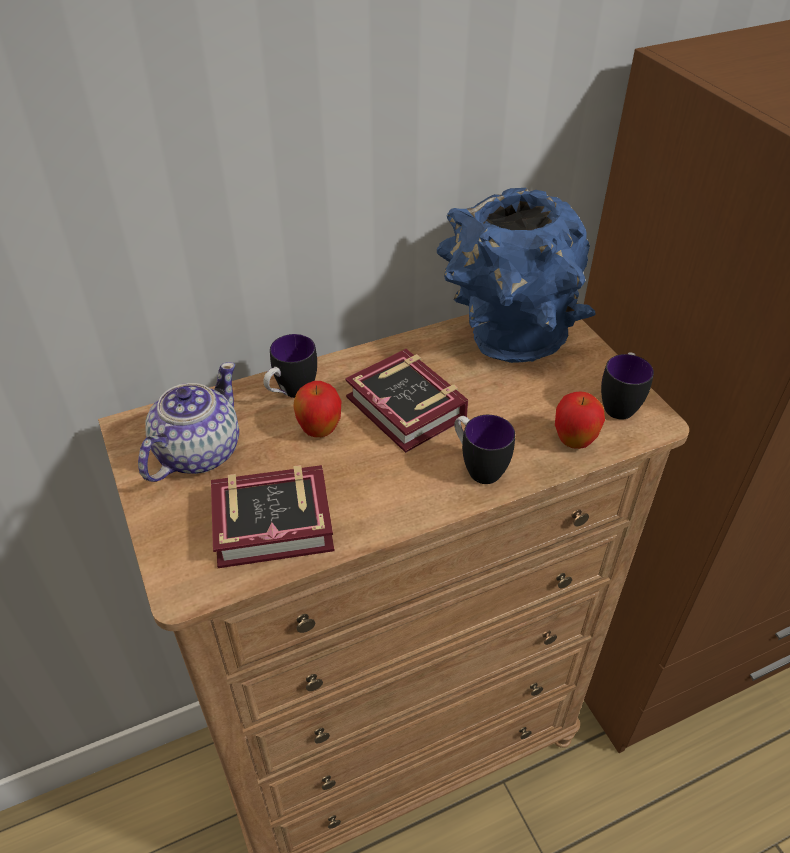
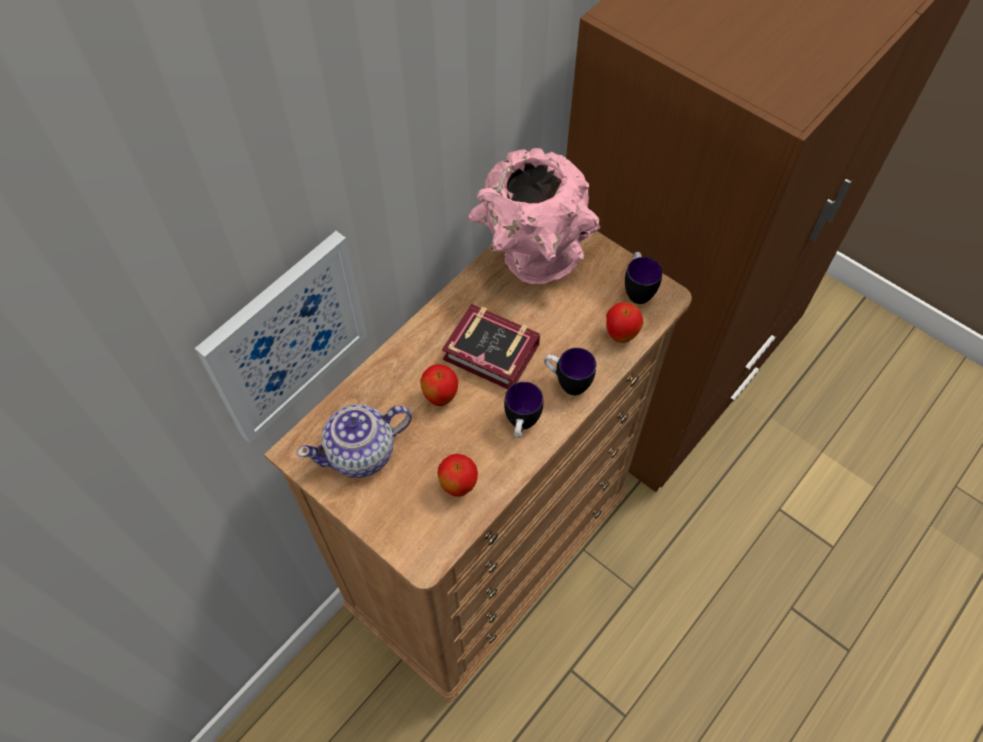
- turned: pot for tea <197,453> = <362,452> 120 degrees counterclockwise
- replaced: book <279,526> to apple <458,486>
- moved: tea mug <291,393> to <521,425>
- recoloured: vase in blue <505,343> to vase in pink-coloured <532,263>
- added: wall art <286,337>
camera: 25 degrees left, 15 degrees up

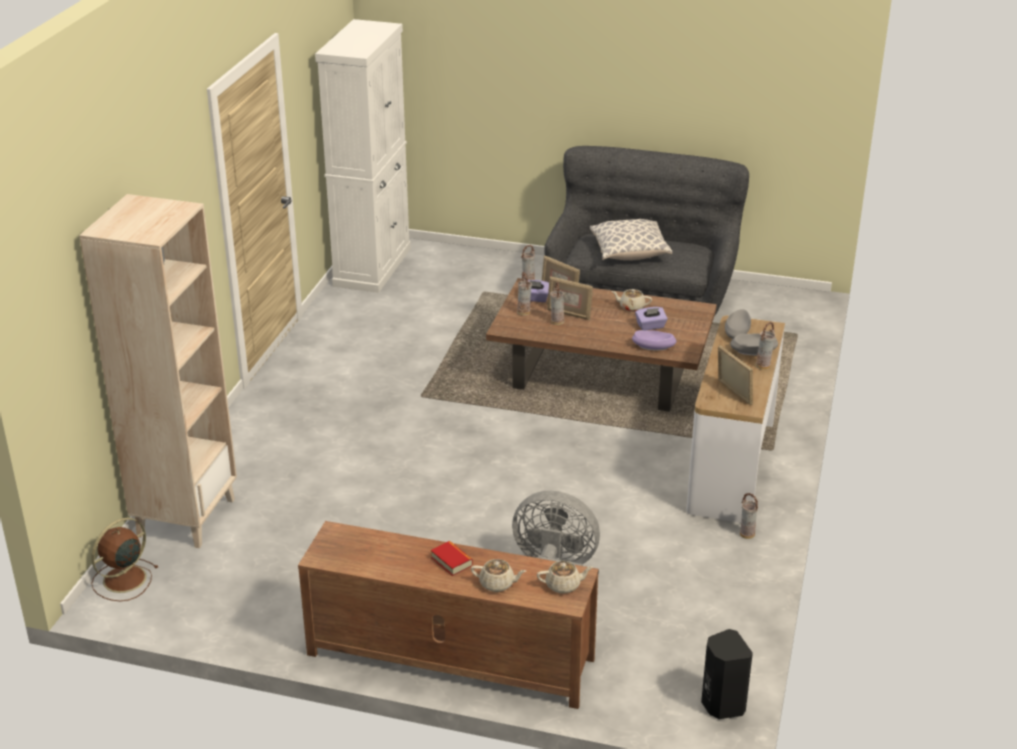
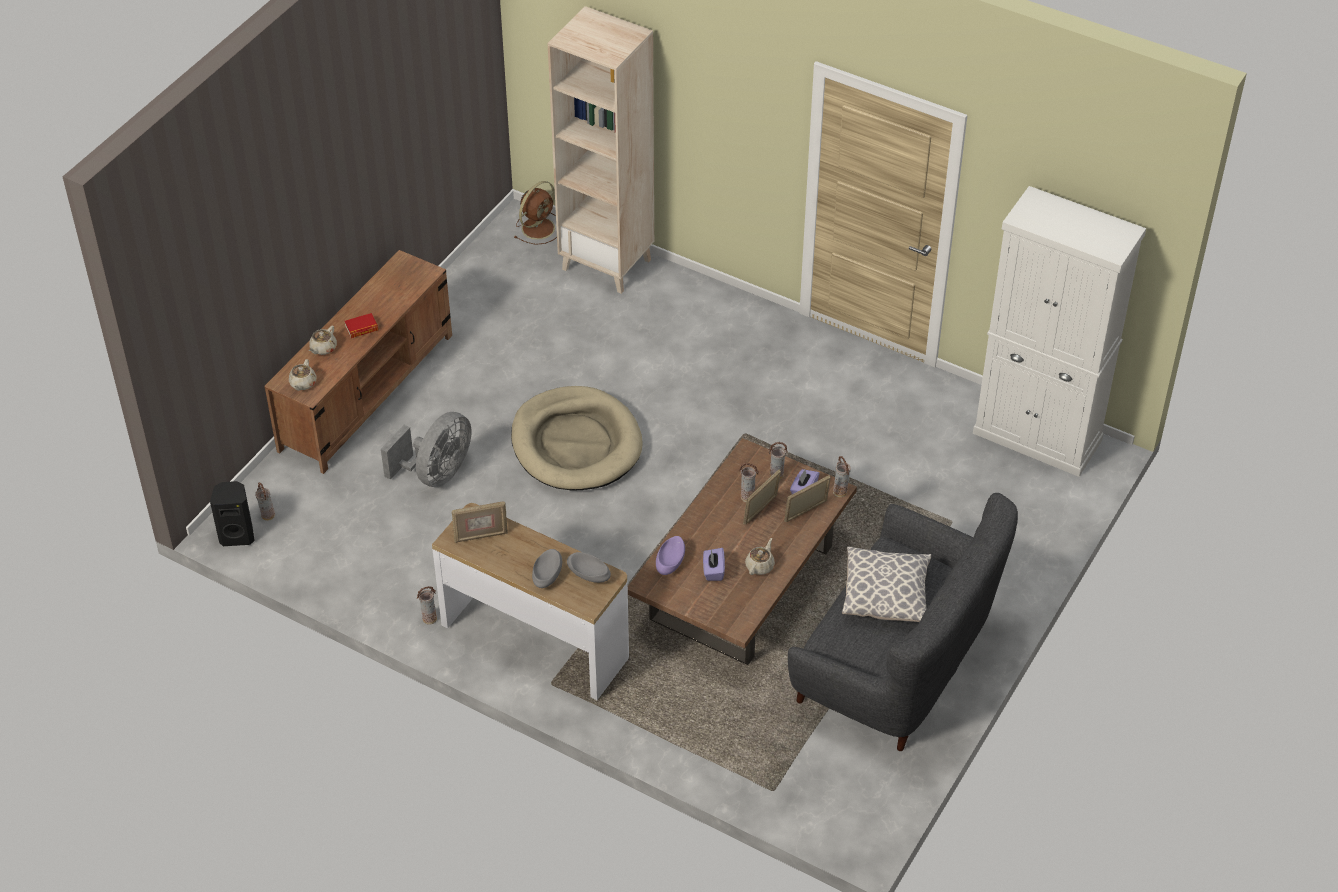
- turned: cooling fan in brownish <123,580> = <539,227> 75 degrees clockwise
- moved: vase <763,366> to <267,516>
- added: dog bed in sand-coloured <576,443>
camera: 105 degrees right, 15 degrees up

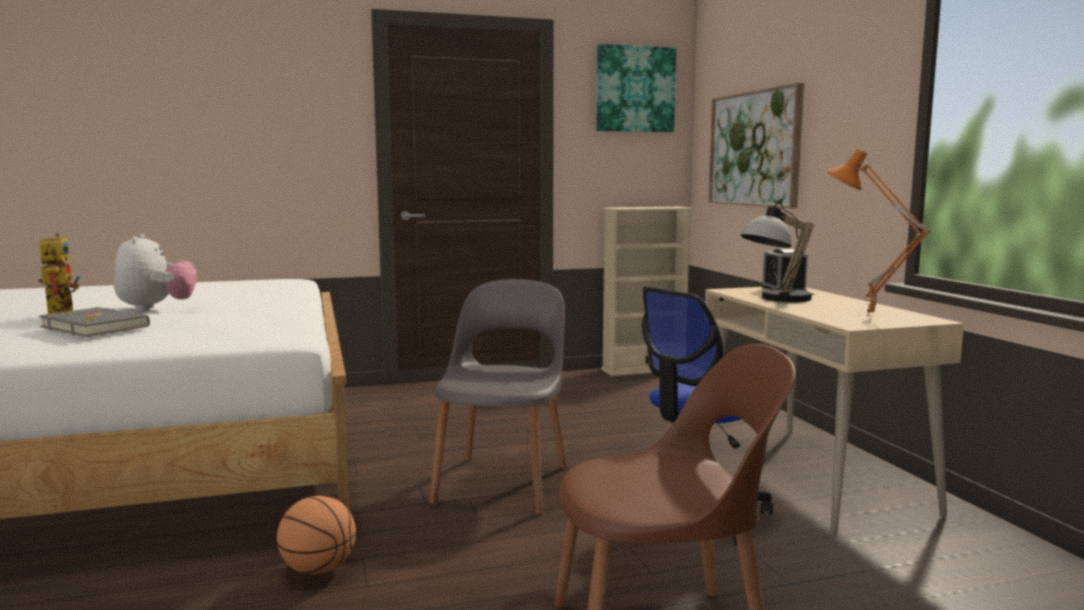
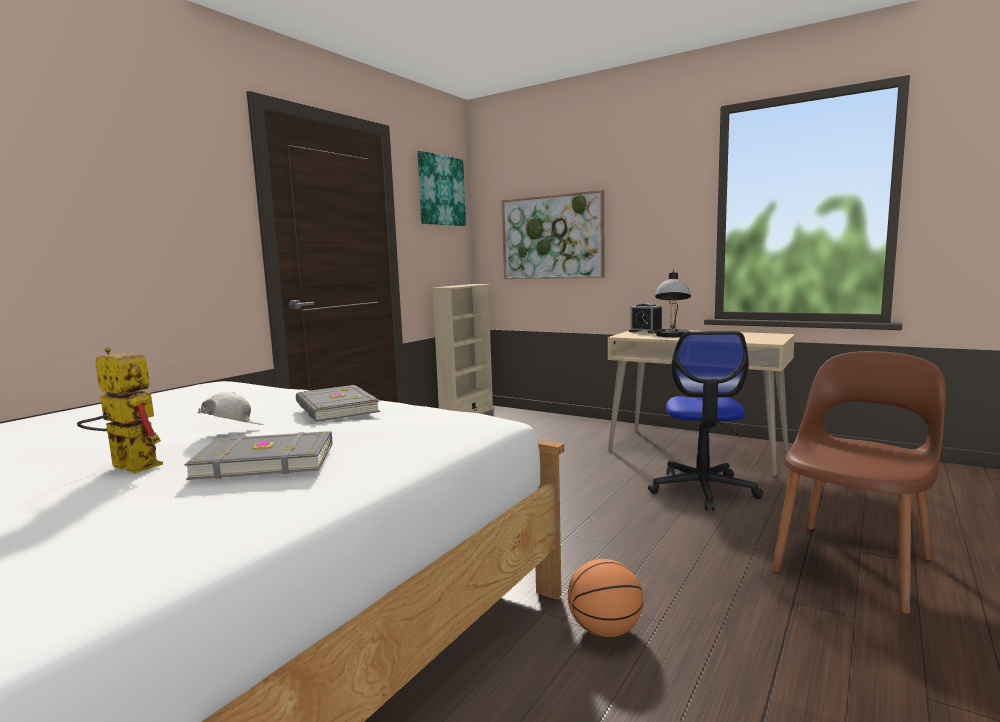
- replaced: soft toy <156,309> to baseball cap in white <232,431>
- removed: chair in grey <503,482>
- removed: tabletop lamp in orangey <867,317>
- added: book in grey <335,408>
camera: 40 degrees left, 0 degrees up

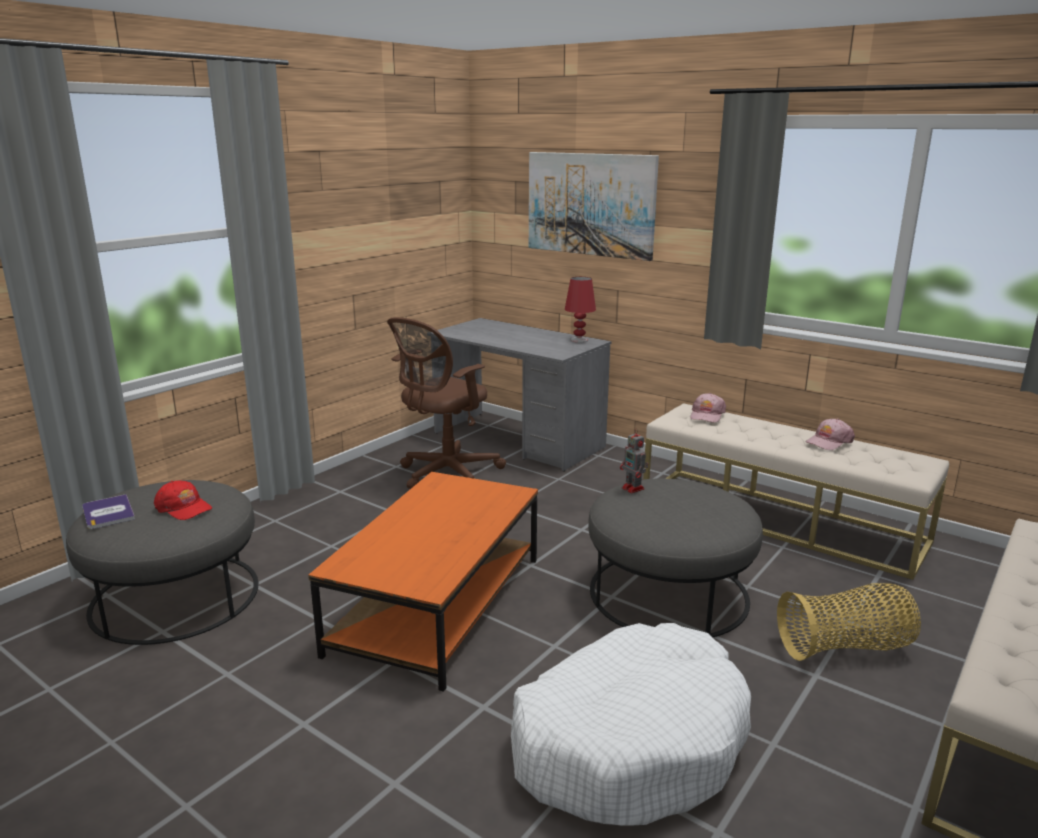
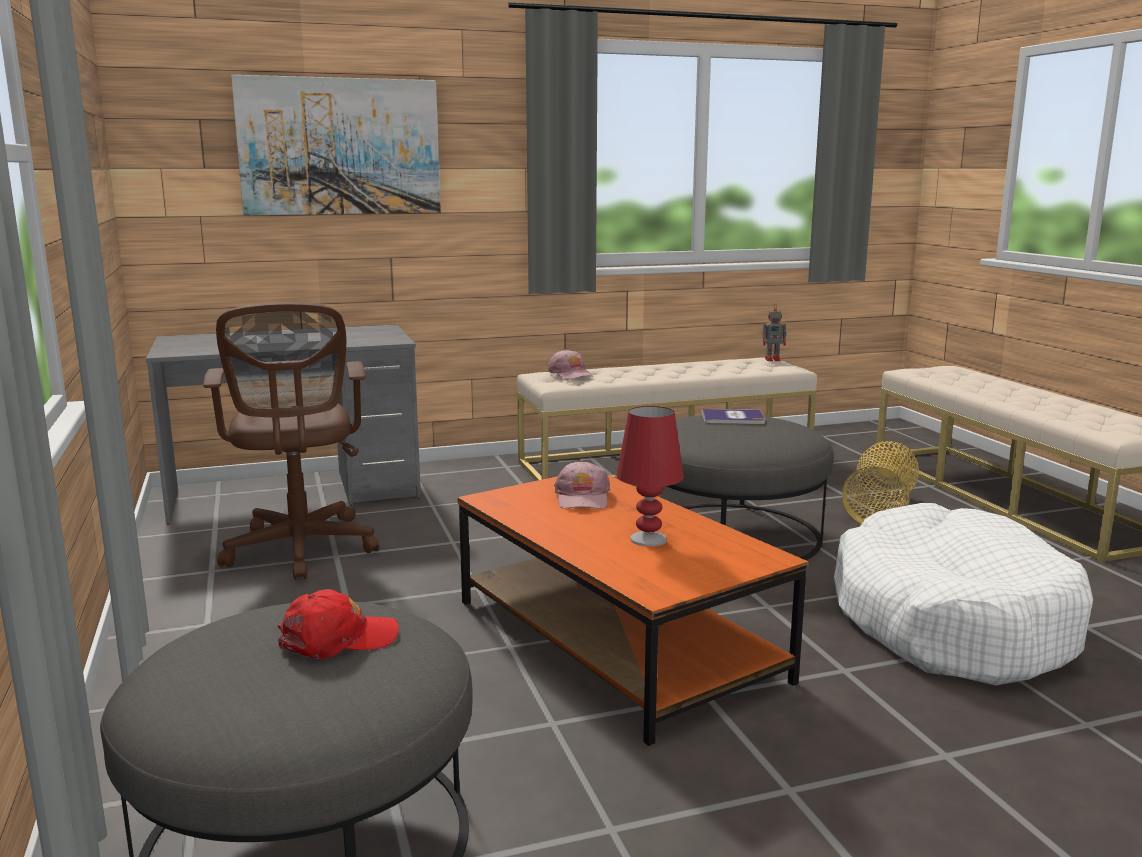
- moved: book <108,513> to <732,418>
- moved: tabletop lamp in reddish <579,340> to <648,539>
- moved: robot figure <633,489> to <773,359>
- moved: baseball cap in pink-coloured <829,442> to <582,498>
camera: 55 degrees left, 5 degrees down

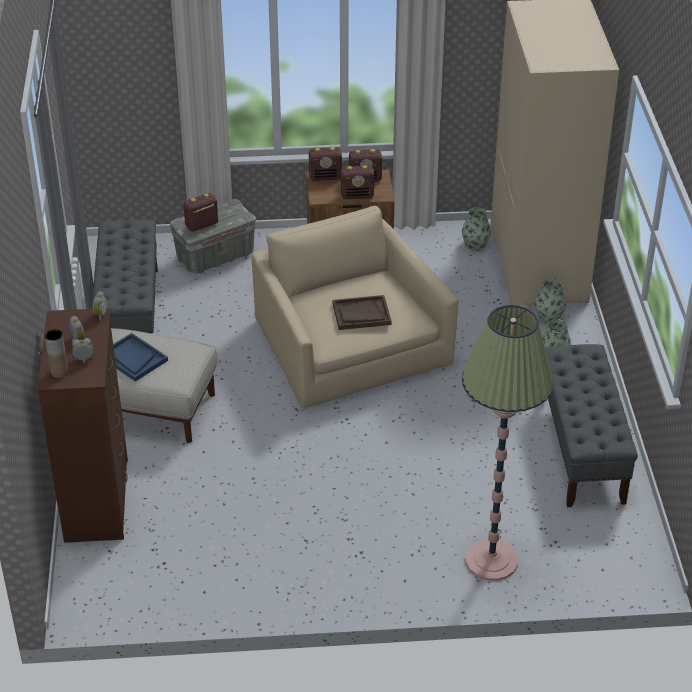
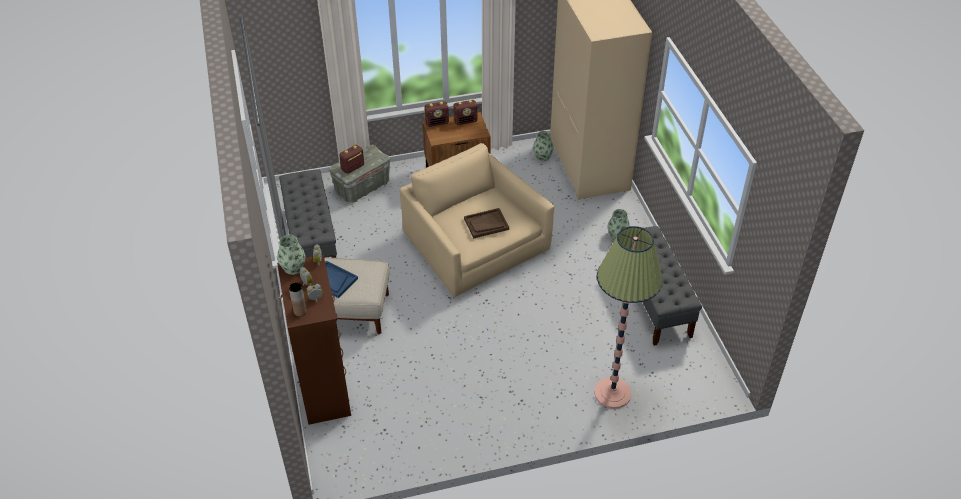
- removed: radio set <357,195>
- moved: vase <548,317> to <293,267>
camera: 10 degrees left, 5 degrees up

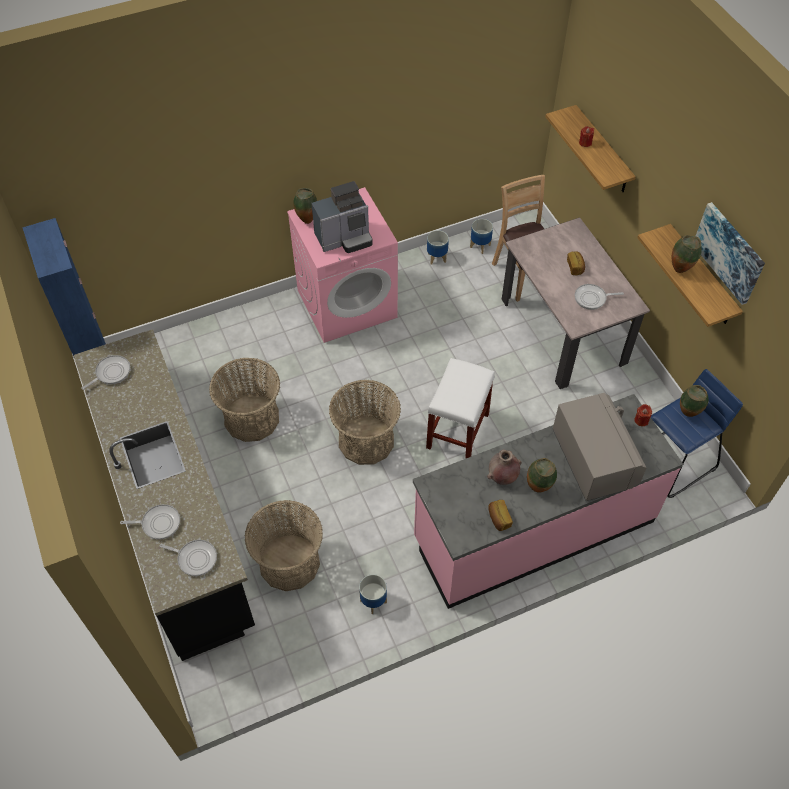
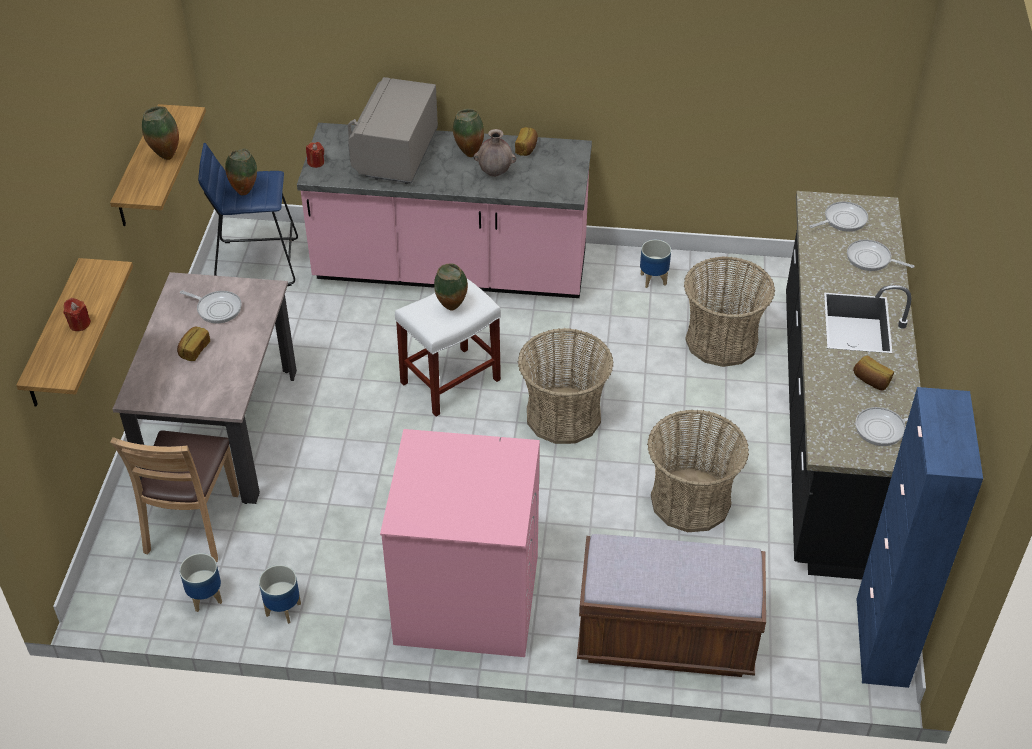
- turned: frying pan <195,558> = <842,220> 105 degrees clockwise
- moved: vase <306,220> to <452,309>
- removed: coffee maker <344,238>
- removed: wall art <729,252>
- added: long seat in brownish <666,639>
- added: bakery bread <871,381>
camera: 150 degrees left, 10 degrees down

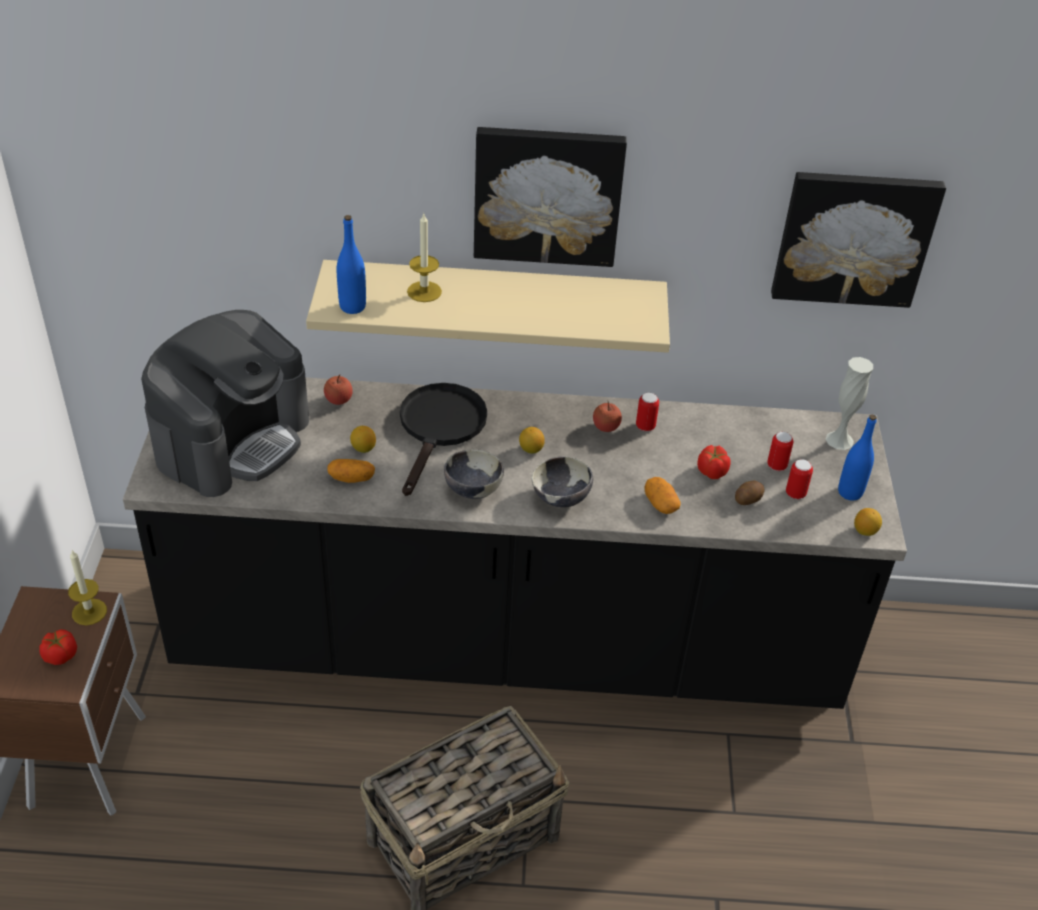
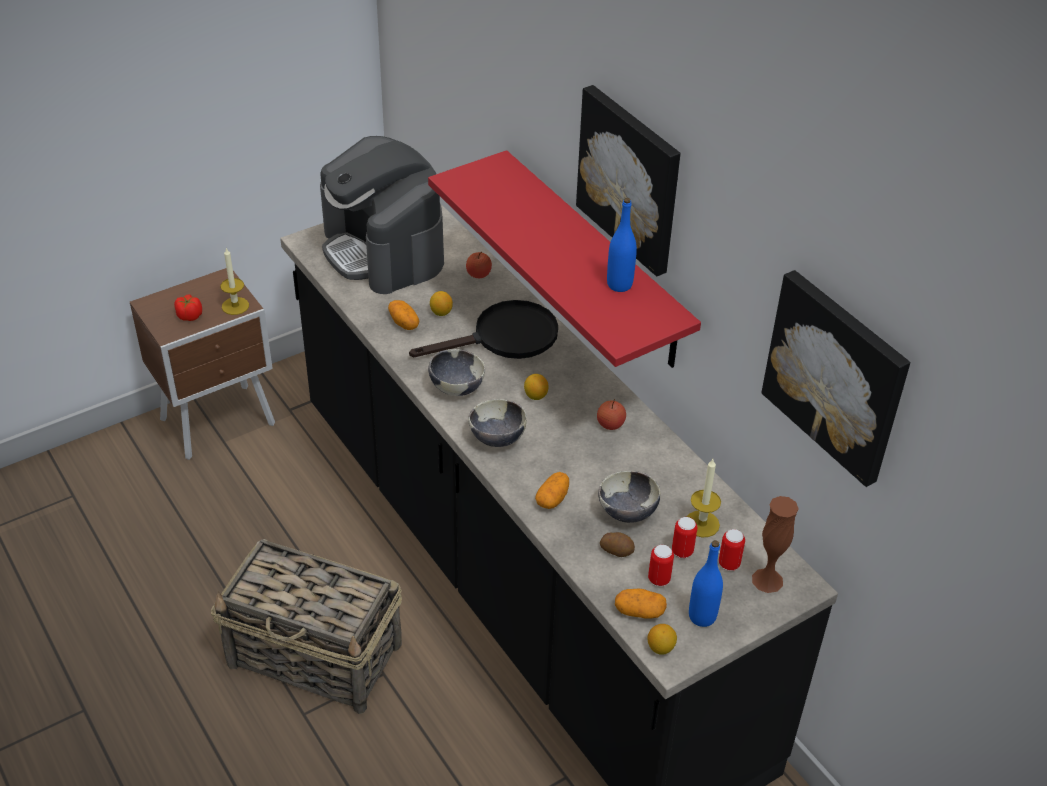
- turned: coffee maker <233,439> = <384,250> 60 degrees clockwise
- recoloured: bracket shelf in sand-coloured <493,303> to bracket shelf in reddish <594,260>
- moved: drink bottle in blue <352,307> to <619,284>
- moved: candle <424,291> to <702,524>
- moved: can <645,426> to <729,564>
- replaced: fresh tomato <712,472> to serving bowl <627,512>
- recoloured: vase in white <839,440> to vase in brownish <767,580>
- added: spud <639,611>
camera: 55 degrees right, 0 degrees up

